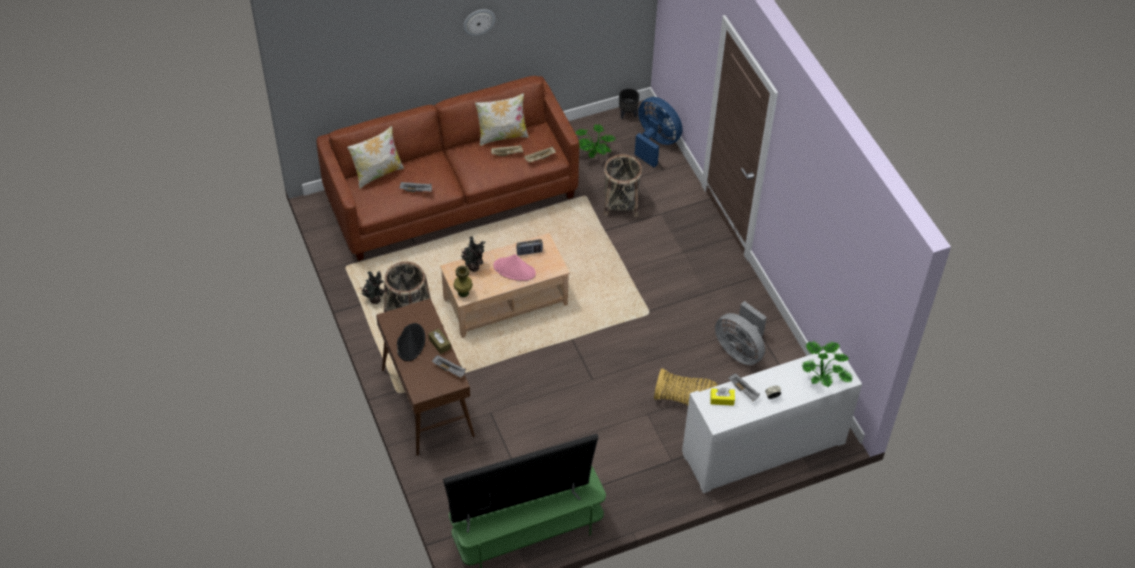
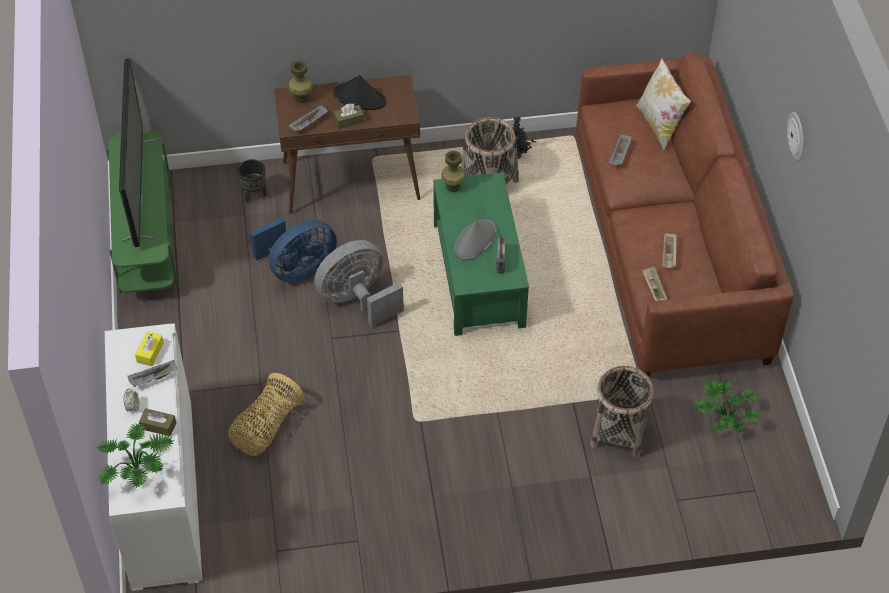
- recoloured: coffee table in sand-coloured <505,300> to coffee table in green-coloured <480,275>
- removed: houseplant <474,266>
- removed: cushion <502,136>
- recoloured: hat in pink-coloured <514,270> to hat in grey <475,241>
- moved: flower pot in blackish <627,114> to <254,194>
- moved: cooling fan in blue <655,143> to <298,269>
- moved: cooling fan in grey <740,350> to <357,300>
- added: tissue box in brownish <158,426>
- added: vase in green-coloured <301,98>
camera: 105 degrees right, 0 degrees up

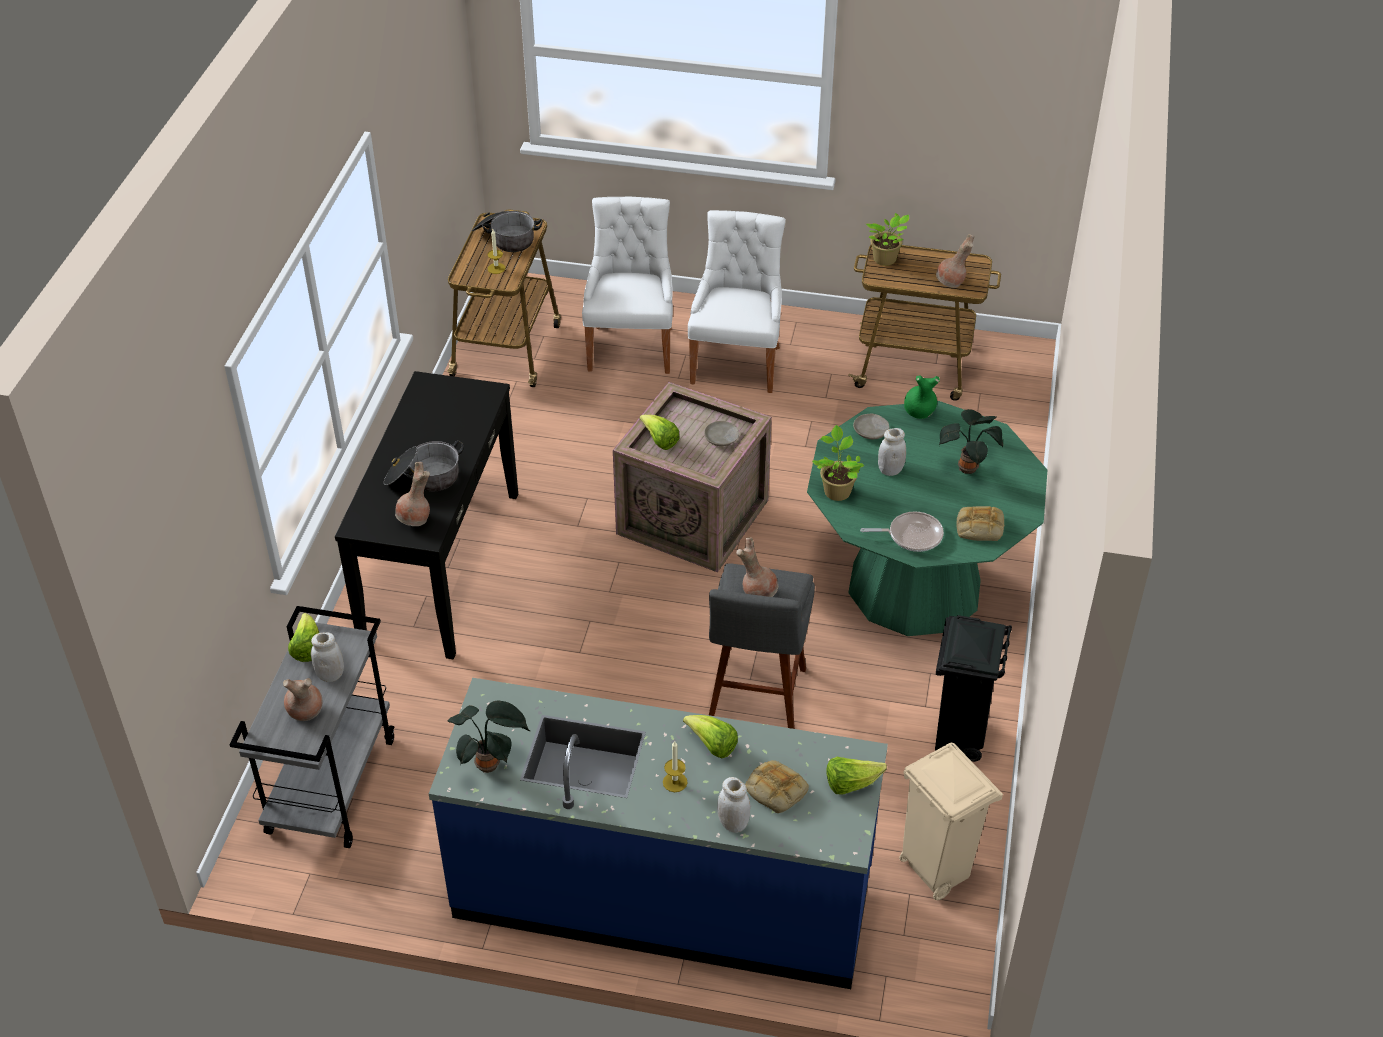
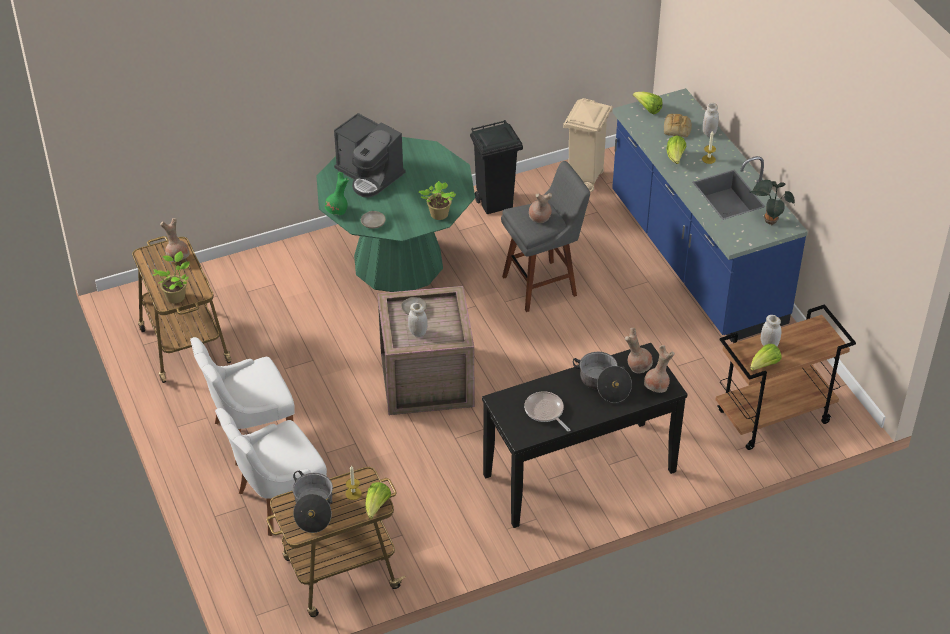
- recoloured: wheeled cart in grey <331,784> to wheeled cart in brownish <773,418>
- moved: vase in brownish <304,712> to <657,387>
- moved: lettuce head <660,441> to <376,507>
- moved: frying pan <911,535> to <545,411>
- moved: storage jar in white <890,470> to <418,332>
- replaced: houseplant <968,467> to coffee maker <369,175>
- removed: bakery bread <979,528>
camera: 125 degrees left, 0 degrees up

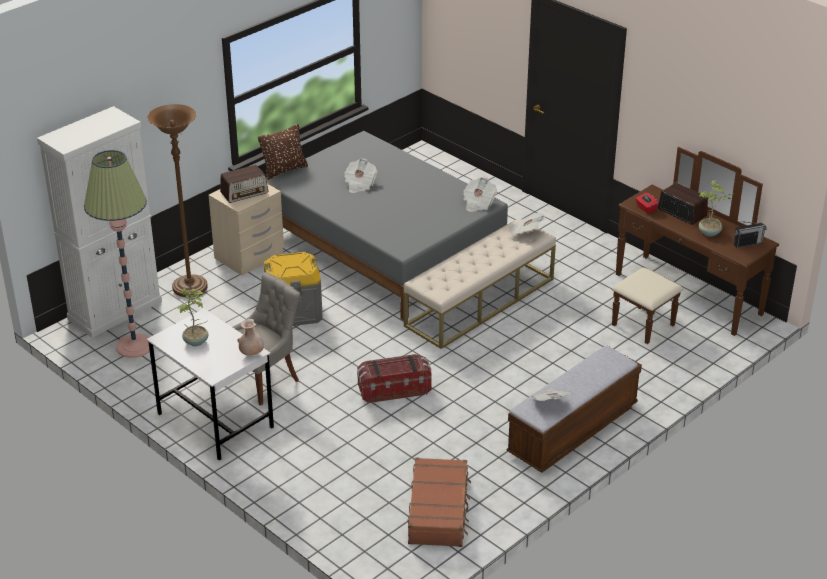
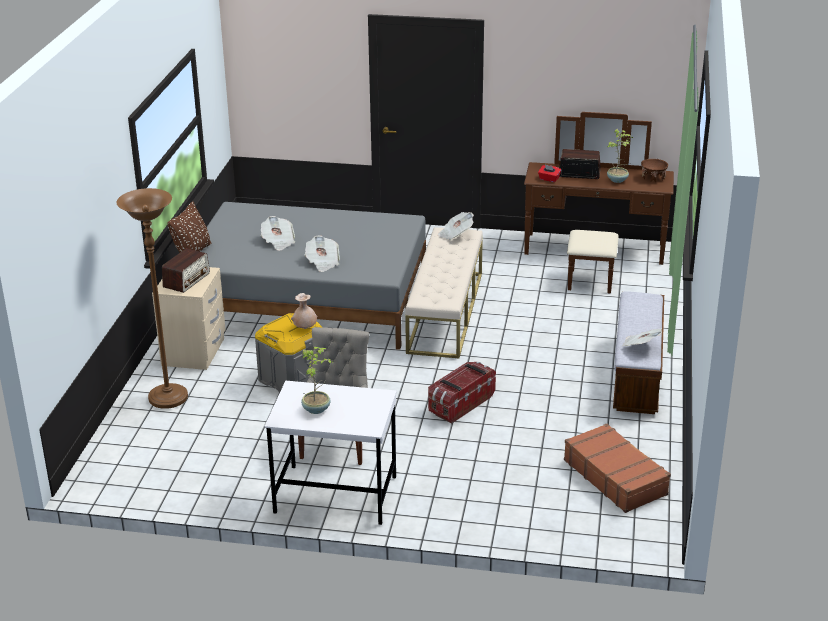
- removed: cupboard in white <115,310>
- removed: standard lamp <134,346>
- moved: vase in sand-coloured <251,353> to <305,328>
- moved: newspaper <478,203> to <322,262>
- replaced: radio set <747,243> to serving bowl in brownish <653,178>
camera: 35 degrees left, 5 degrees down

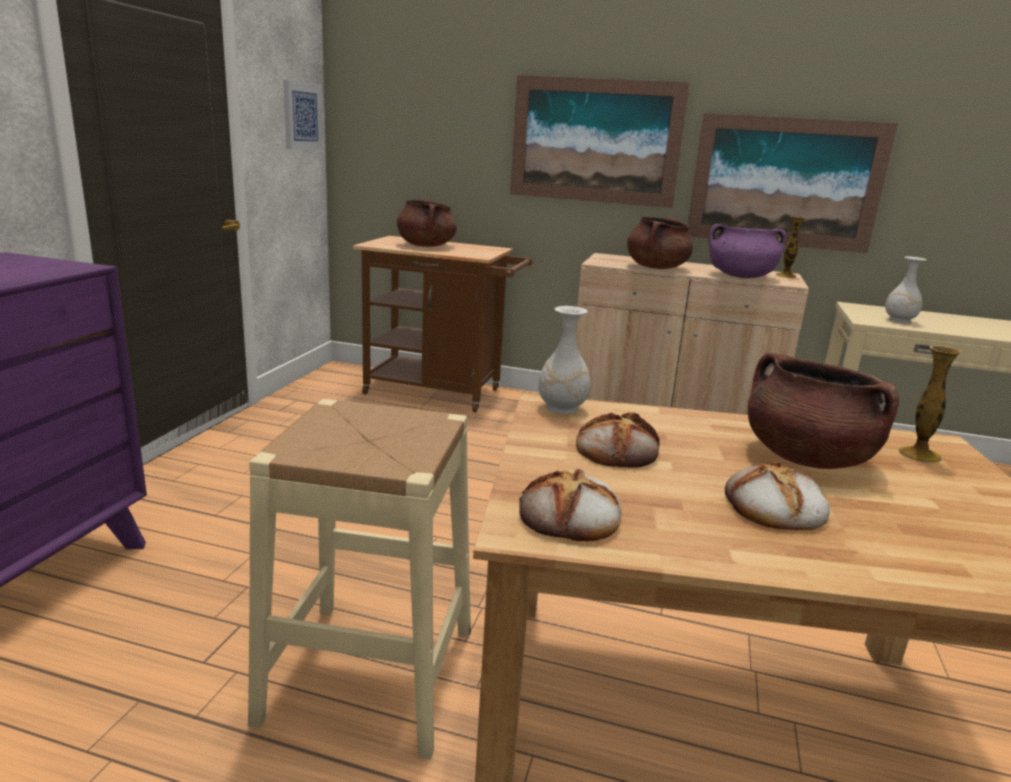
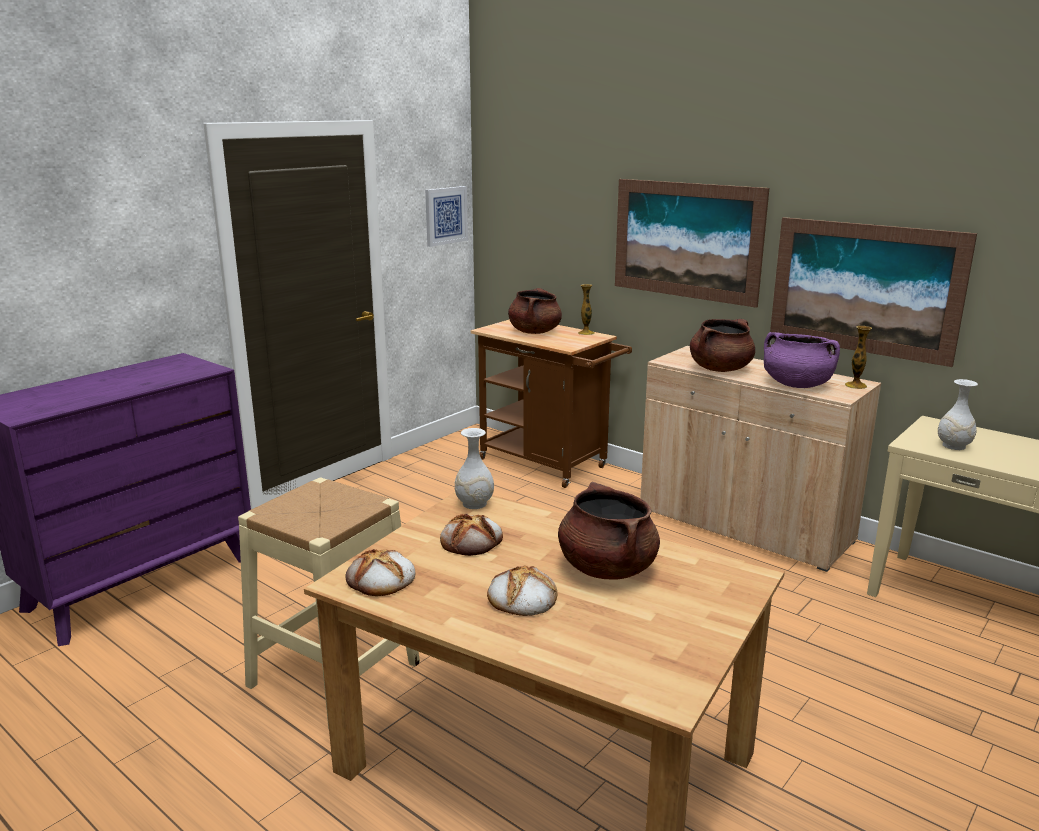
- moved: vase <919,455> to <586,333>
camera: 25 degrees right, 0 degrees up

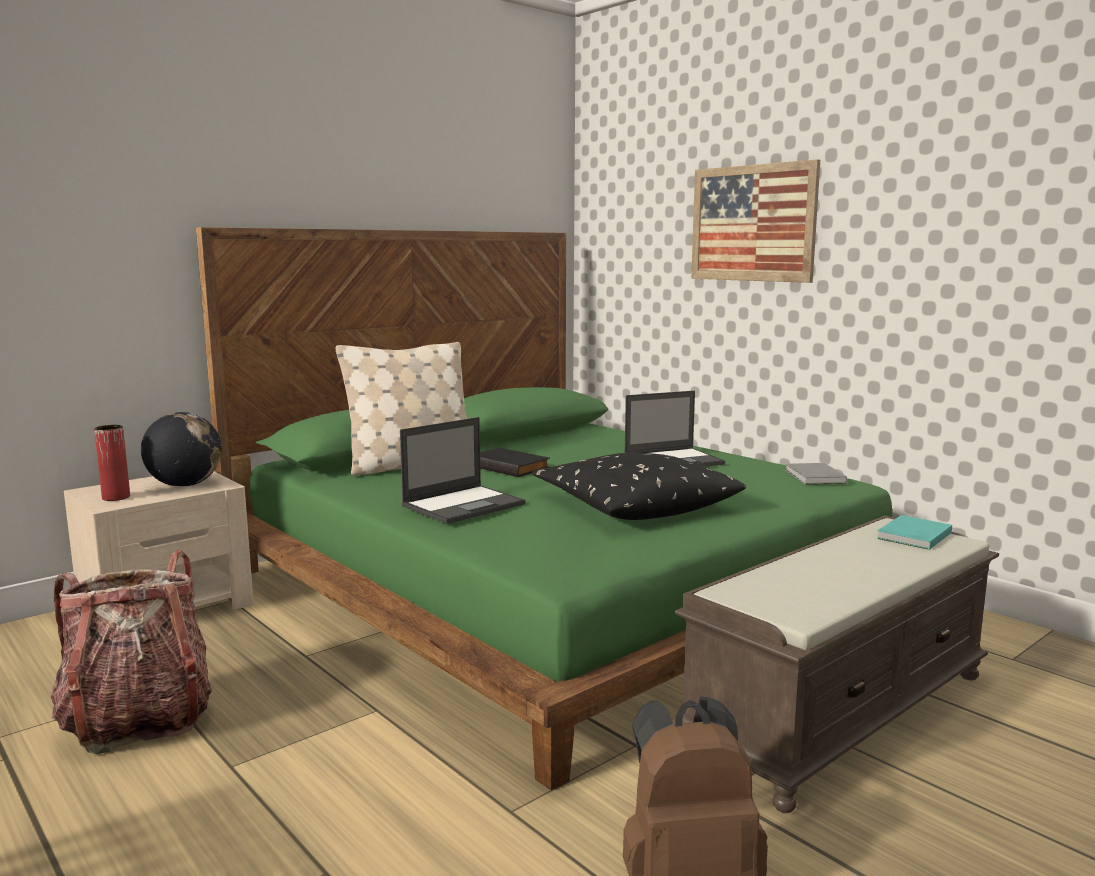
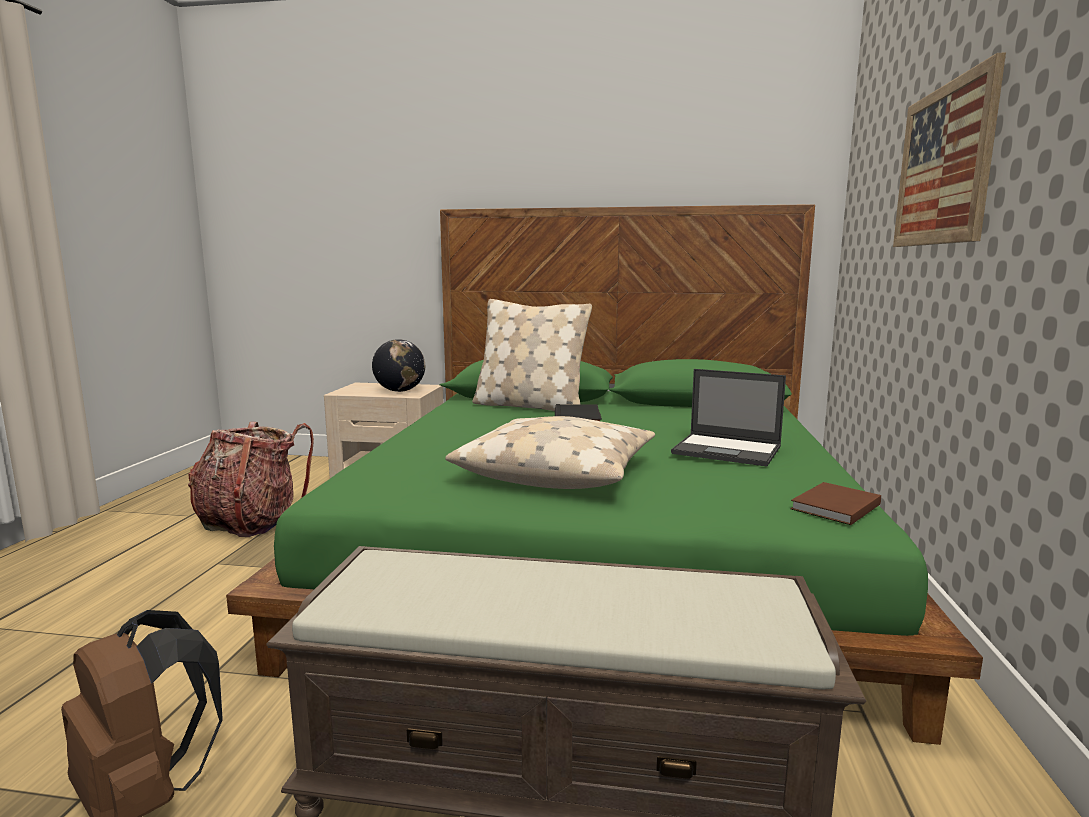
- removed: vase in reddish <116,497>
- removed: notebook computer <464,505>
- recoloured: cushion in blackish <634,505> to cushion in sand-coloured <557,472>
- recoloured: book in grey <814,477> to book in brownish <833,507>
- removed: book in turquoise-coloured <912,536>
camera: 50 degrees right, 0 degrees up

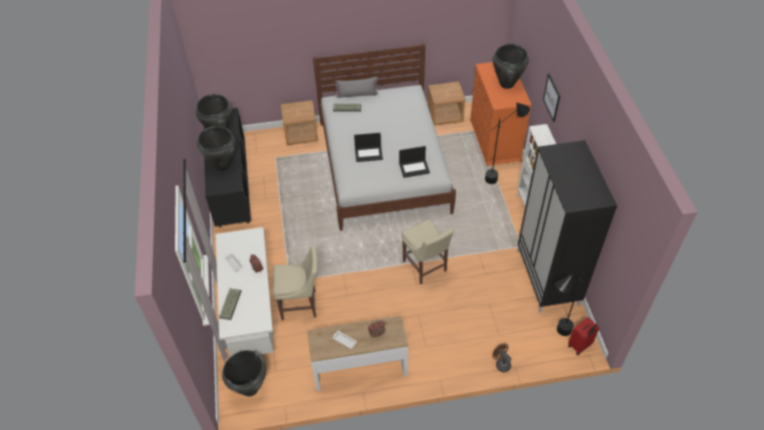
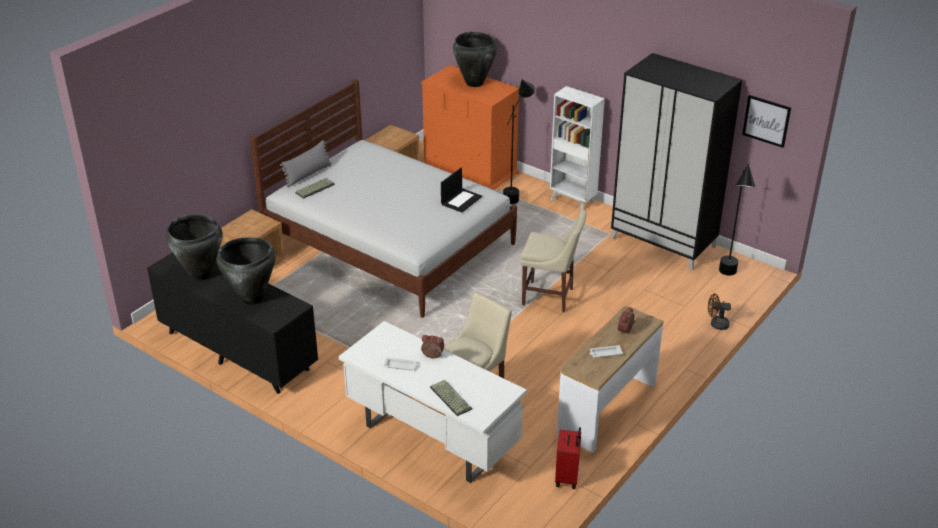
- removed: vase in blackish <250,388>
- removed: notebook computer <369,153>
- moved: wall art <551,97> to <766,121>
- moved: suitcase in reddish <580,346> to <567,477>
camera: 45 degrees left, 15 degrees down

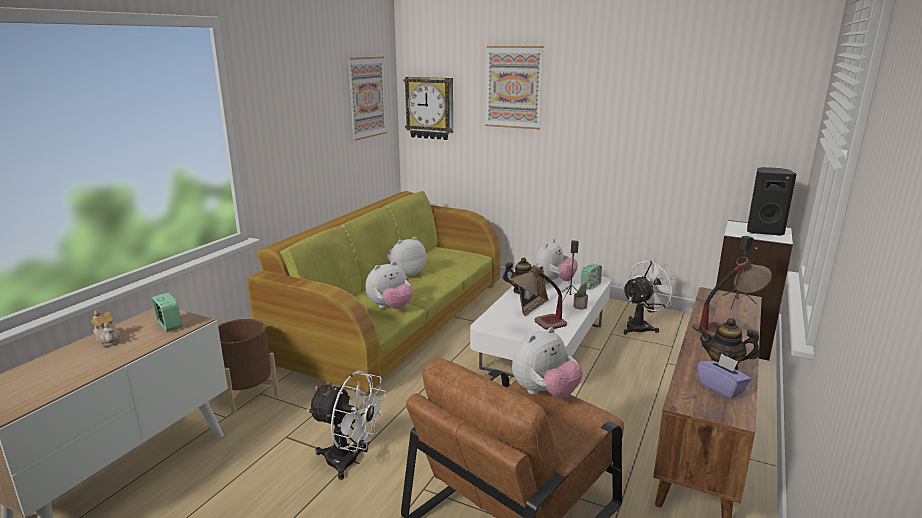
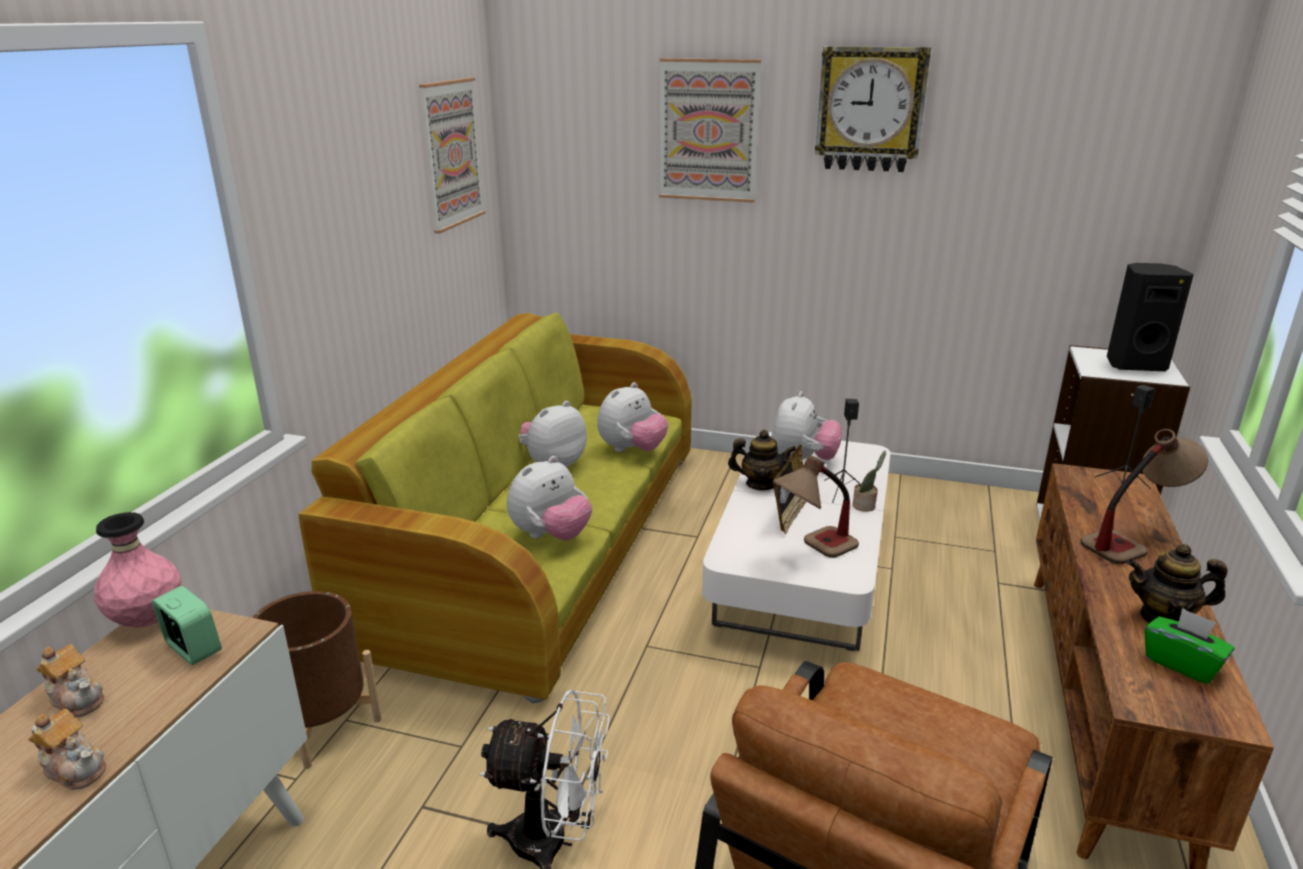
- moved: wall clock <430,108> to <870,109>
- moved: soft toy <544,393> to <632,450>
- removed: alarm clock <590,286>
- removed: cooling fan in white <641,326>
- recoloured: tissue box in purplish <721,388> to tissue box in green-coloured <1181,663>
- added: pot for tea <75,768>
- added: vase in pink-coloured <148,621>
camera: 10 degrees left, 5 degrees up

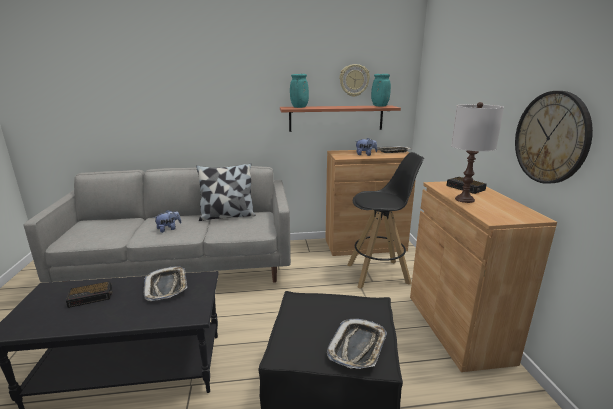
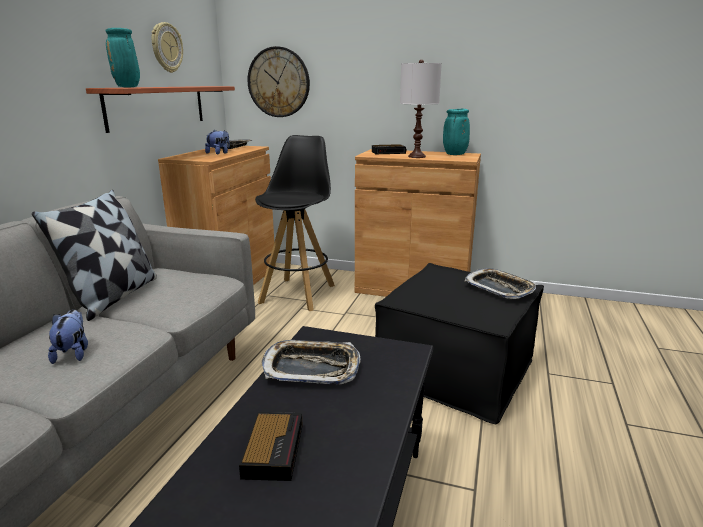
- moved: vase in turquoise-coloured <379,106> to <454,154>
- moved: wall clock <551,138> to <278,82>
camera: 65 degrees left, 0 degrees up

